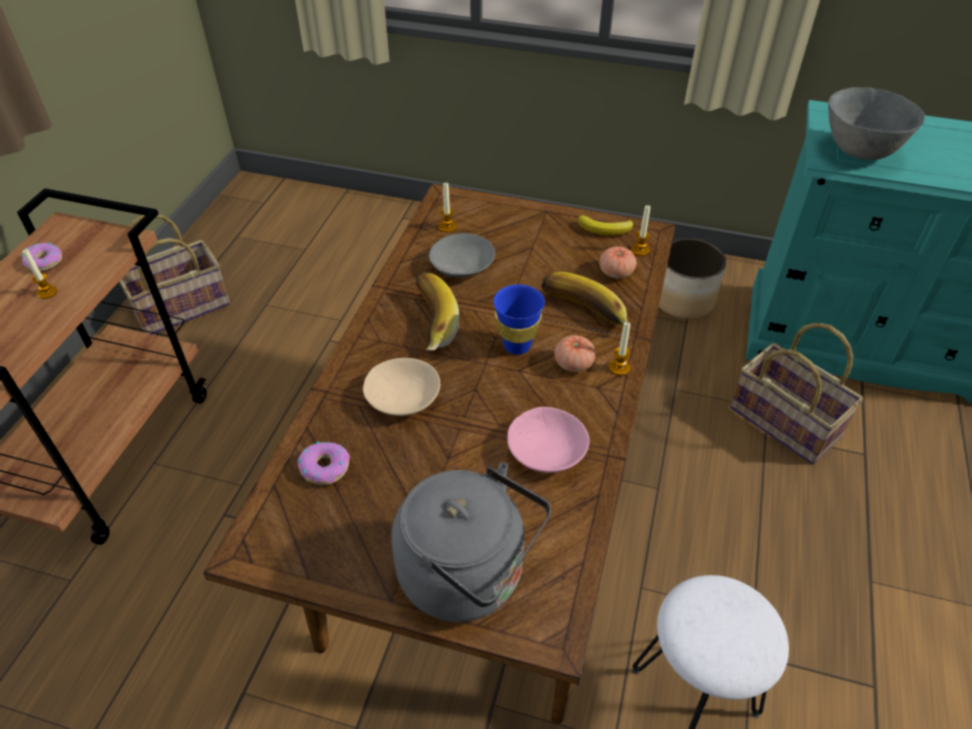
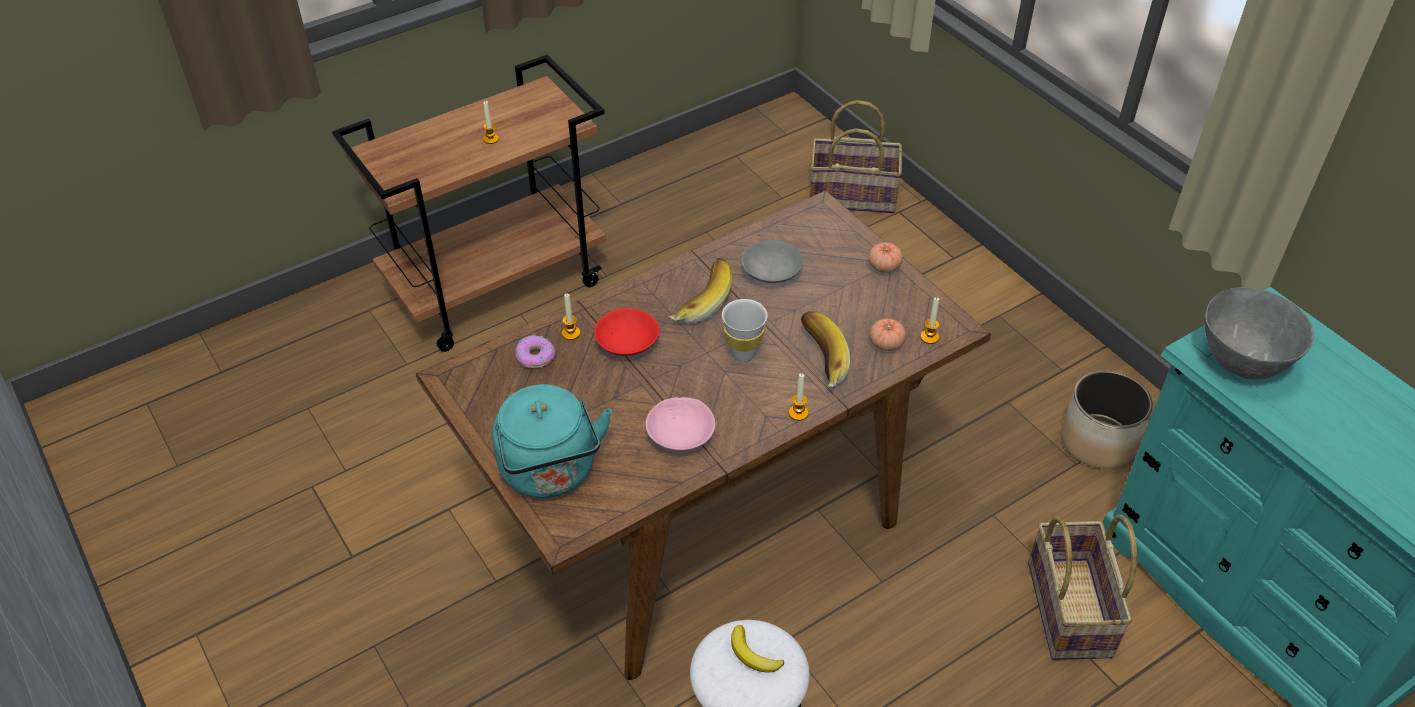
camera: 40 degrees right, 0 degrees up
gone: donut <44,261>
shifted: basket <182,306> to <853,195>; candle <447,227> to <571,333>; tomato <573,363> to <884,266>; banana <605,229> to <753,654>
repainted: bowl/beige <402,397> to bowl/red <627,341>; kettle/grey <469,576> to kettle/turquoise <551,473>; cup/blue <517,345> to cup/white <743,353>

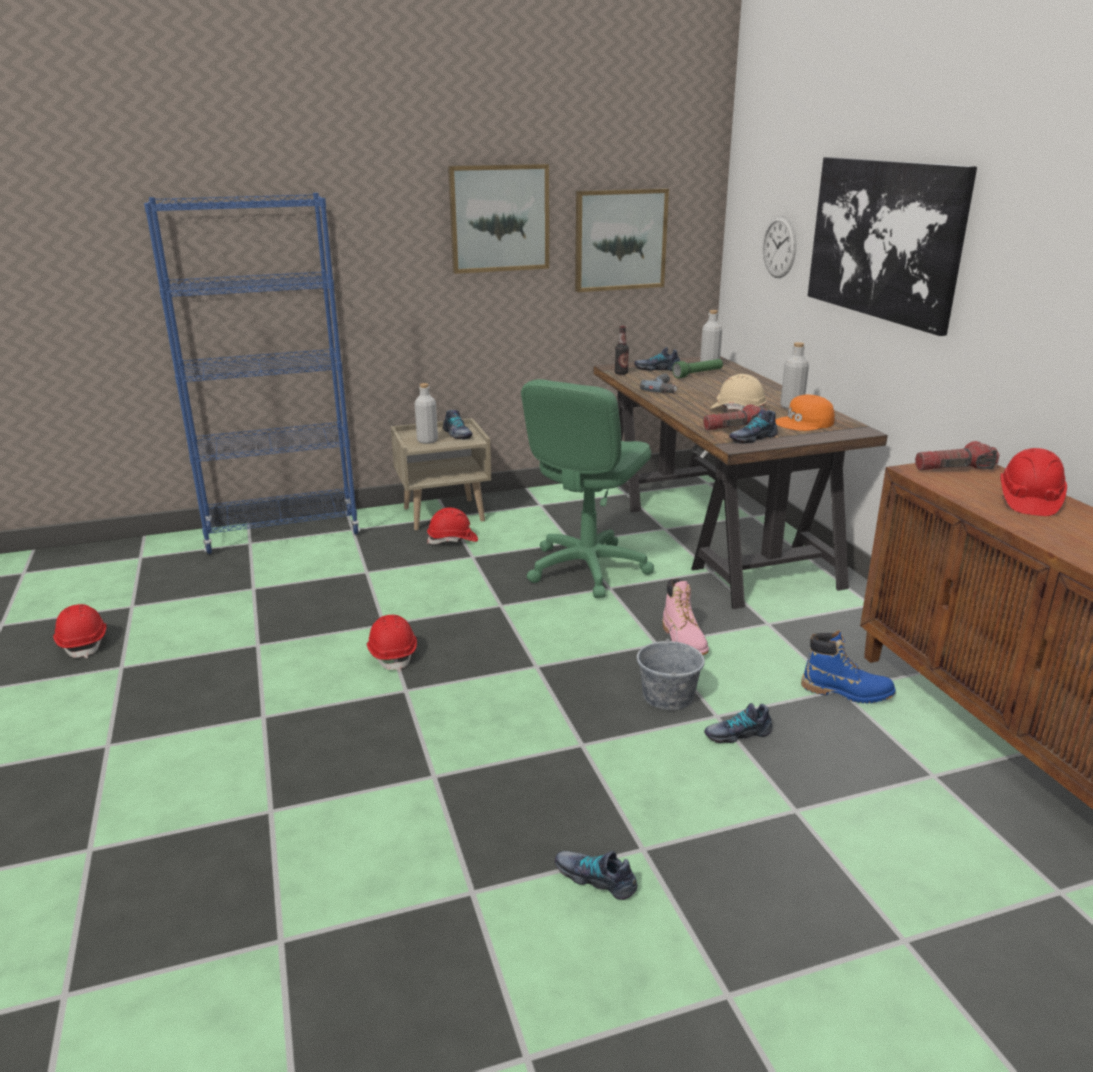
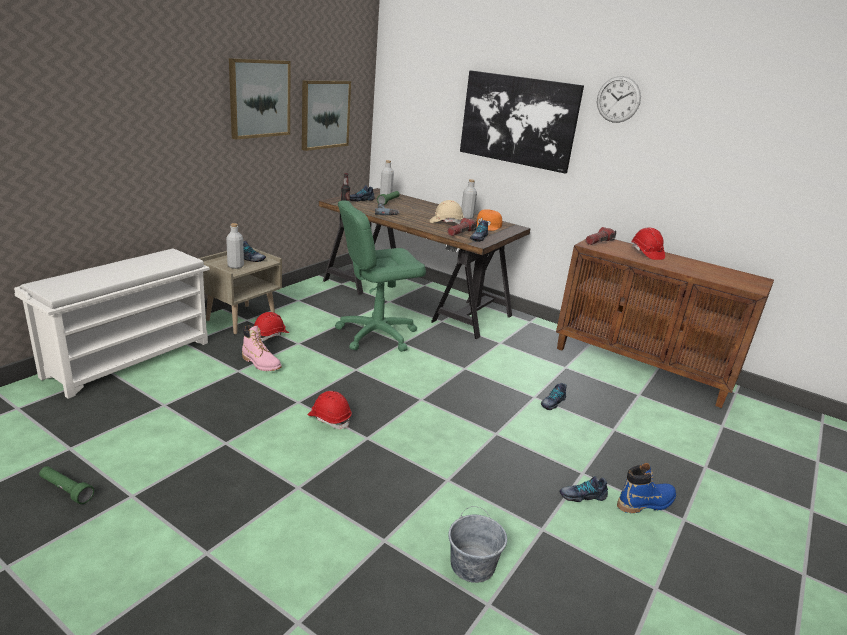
camera: 40 degrees left, 0 degrees up
shifted: bucket/grey <668,696> to <472,565>; boot/pink <684,641> to <261,363>; wall clock <779,247> to <618,99>; boot/blue <846,692> to <646,503>
swapped: hard hat/red <84,643> to flashlight/green <66,490>; bookcase/blue <283,533> to shoe rack/white <130,358>
rotated: office chair/green <587,568> = <376,334> 75 degrees clockwise

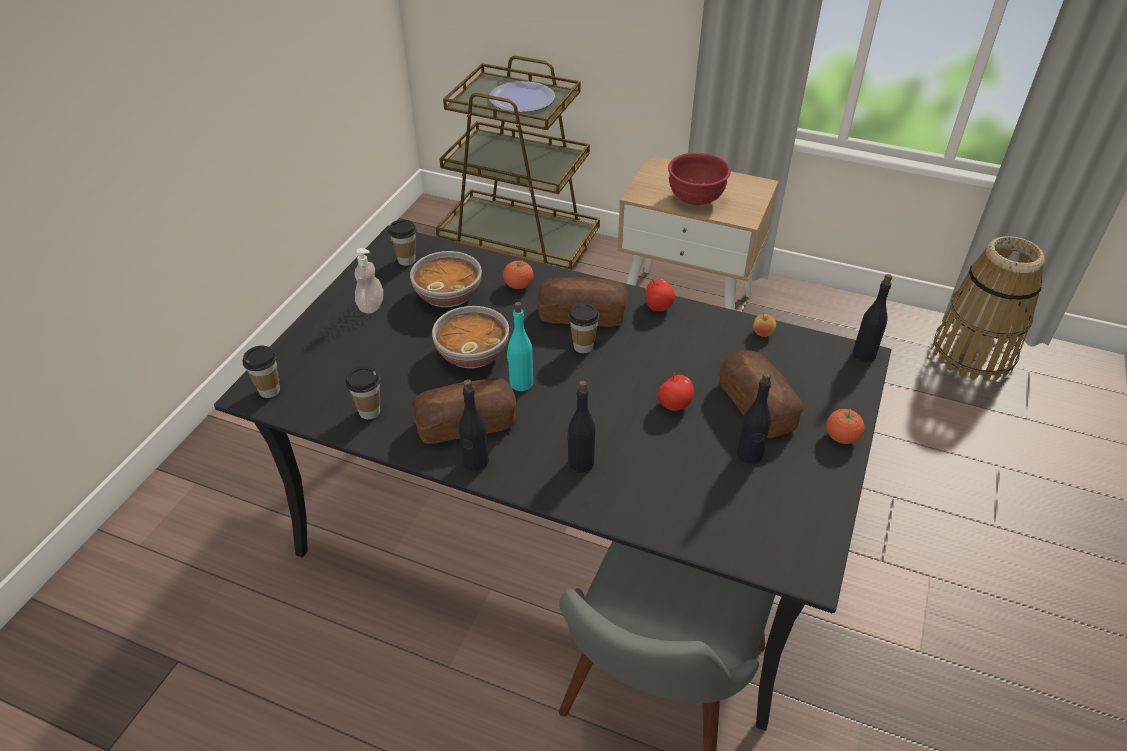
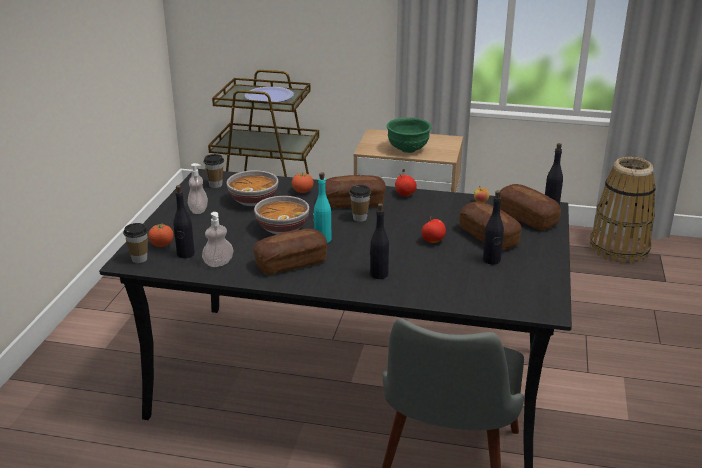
camera: 10 degrees left, 15 degrees down
new: bread <527,218>
shifted: bottle/black <475,462> to <185,254>; tomato <841,437> to <162,245>
swapped: cup <369,412> to soap dispenser <218,263>
repainted: bowl/red <695,200> to bowl/green <407,150>

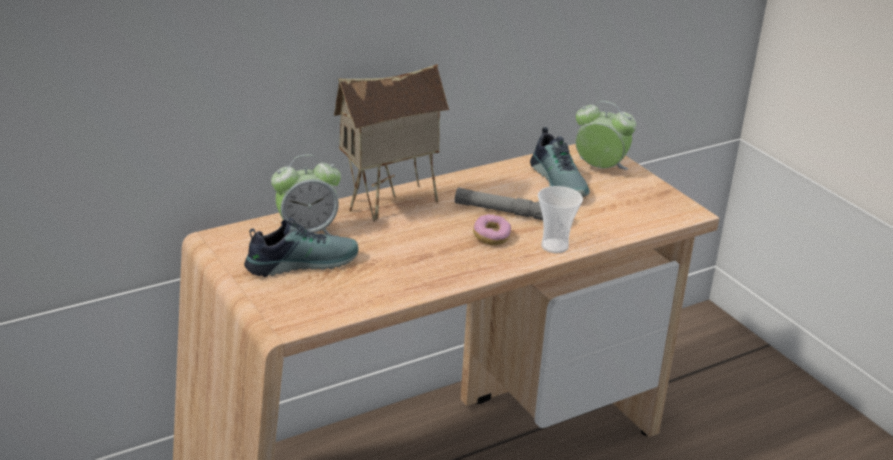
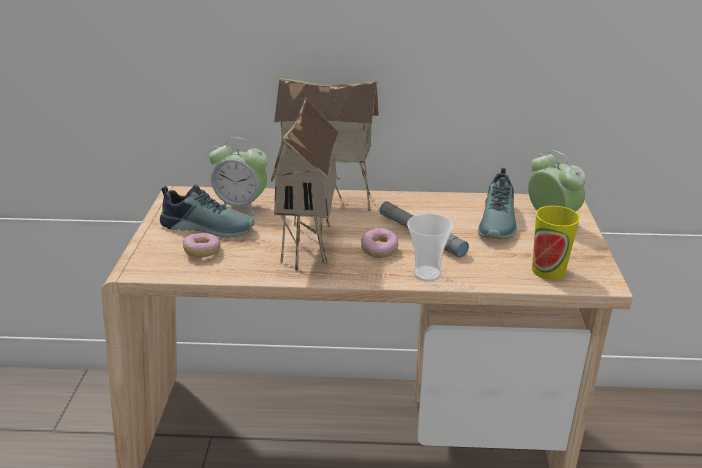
camera: 35 degrees right, 0 degrees up
new: donut <202,252>; toy house <311,248>; cup <548,270>

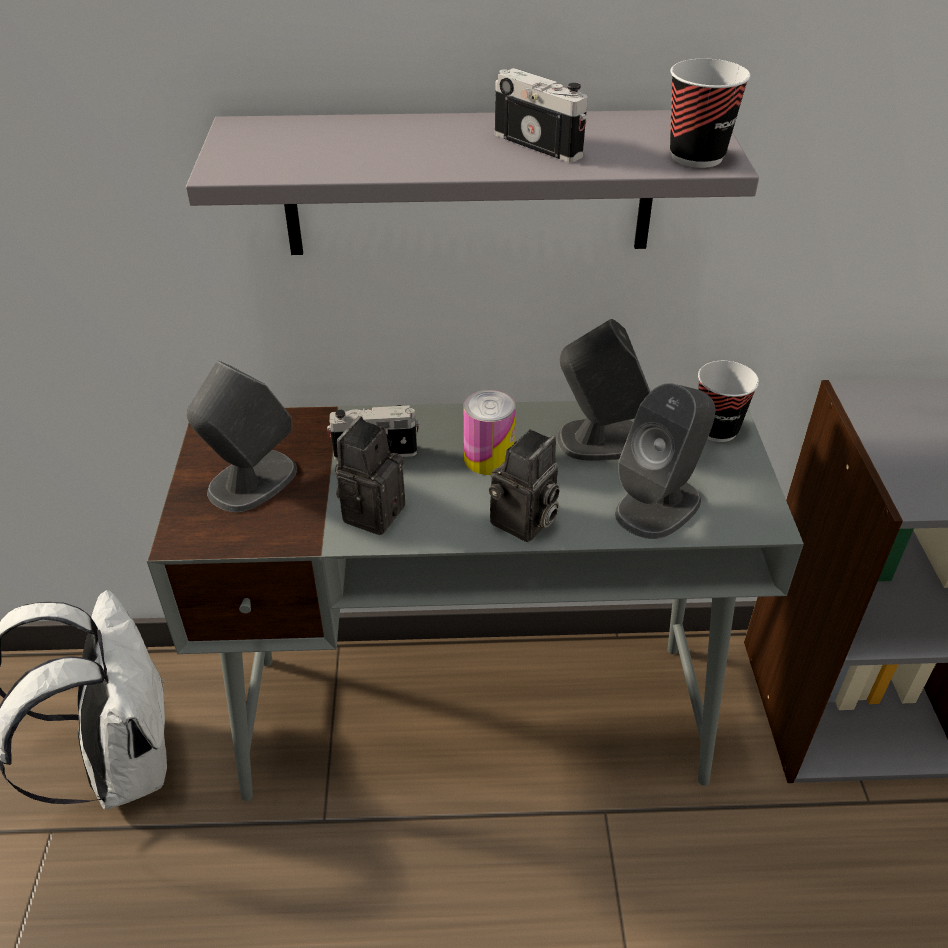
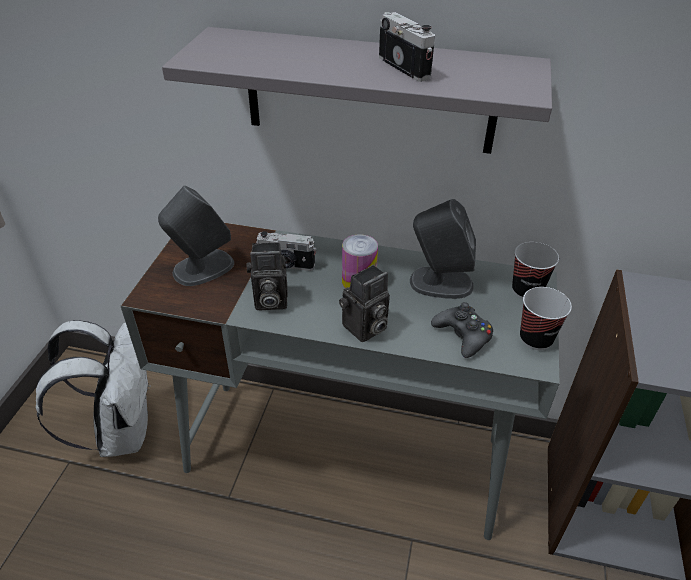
camera: 15 degrees right, 0 degrees up
shifted: cup <696,157> to <536,339>
swapped: speaker/grey <658,505> to game controller/black <463,335>
rotated: photo camera <372,511> = <269,301> 135 degrees counterclockwise

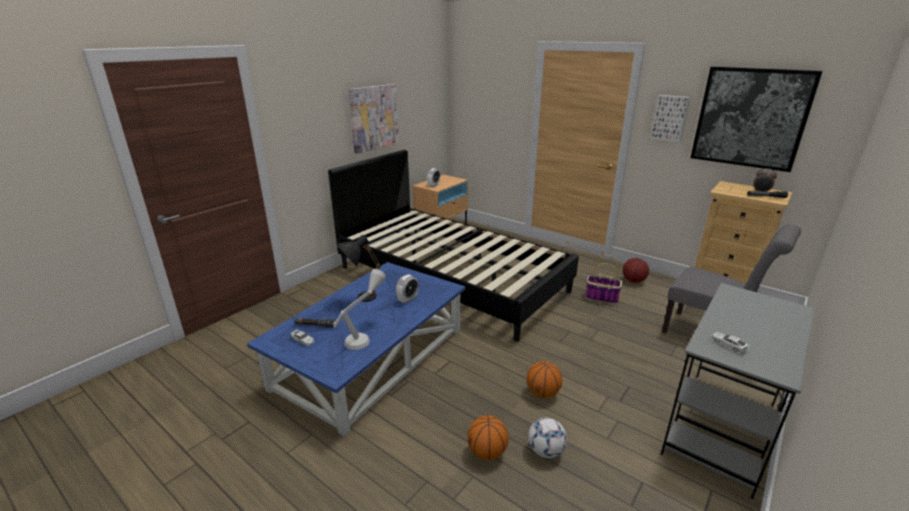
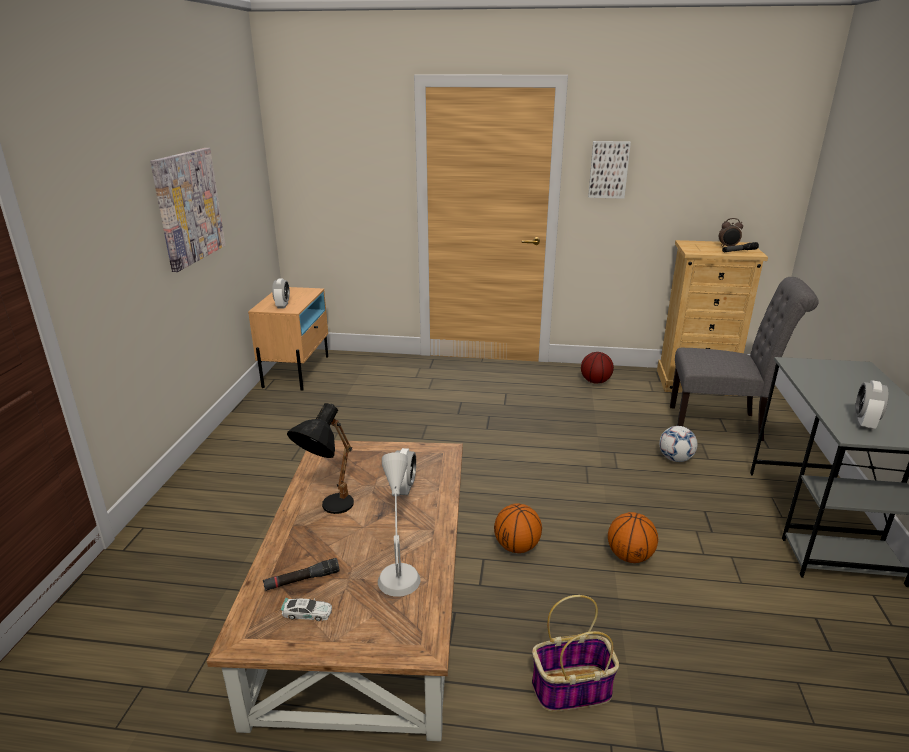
camera: 30 degrees left, 0 degrees up
gone: bed/black <450,279>; picture <750,118>
shifted: basketball <487,452> to <516,547>; football <545,451> to <675,459>; basket <601,297> to <571,690>
swapped: toy car <728,344> to alarm clock <864,423>
repainted: coffee table/blue <371,357> to coffee table/brown <367,598>

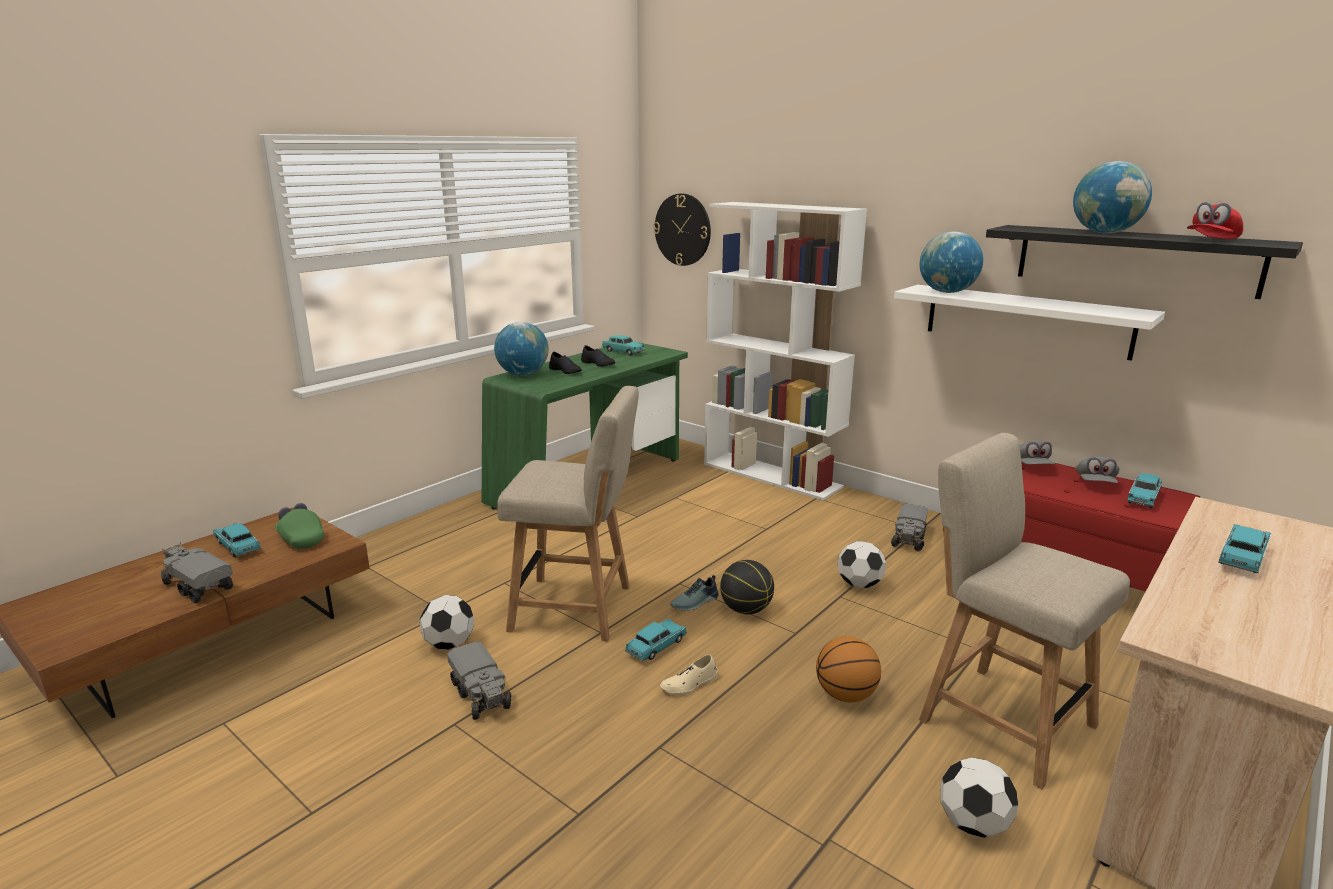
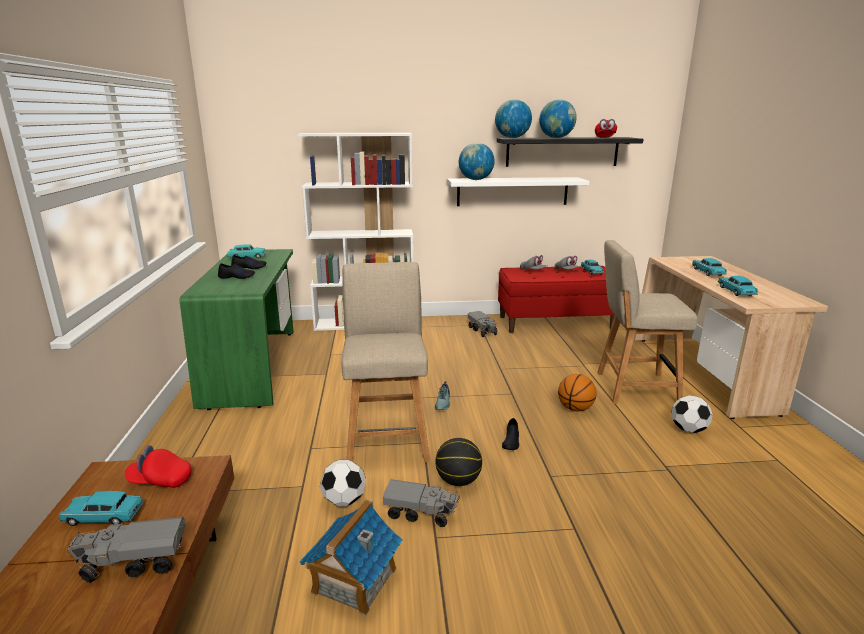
camera: 45 degrees left, 0 degrees up
gone: wall clock <682,229>; football <859,585>
new: toy house <354,581>
shifted: globe <523,374> to <512,138>; toy car/turquoise <656,647> to <736,292>; basketball <746,610> to <458,481>
repainted: cap/green <300,539> to cap/red <160,481>; shoe/beige <689,684> to shoe/black <511,441>
rotated: chair/beige <578,609> = <387,438> 60 degrees counterclockwise

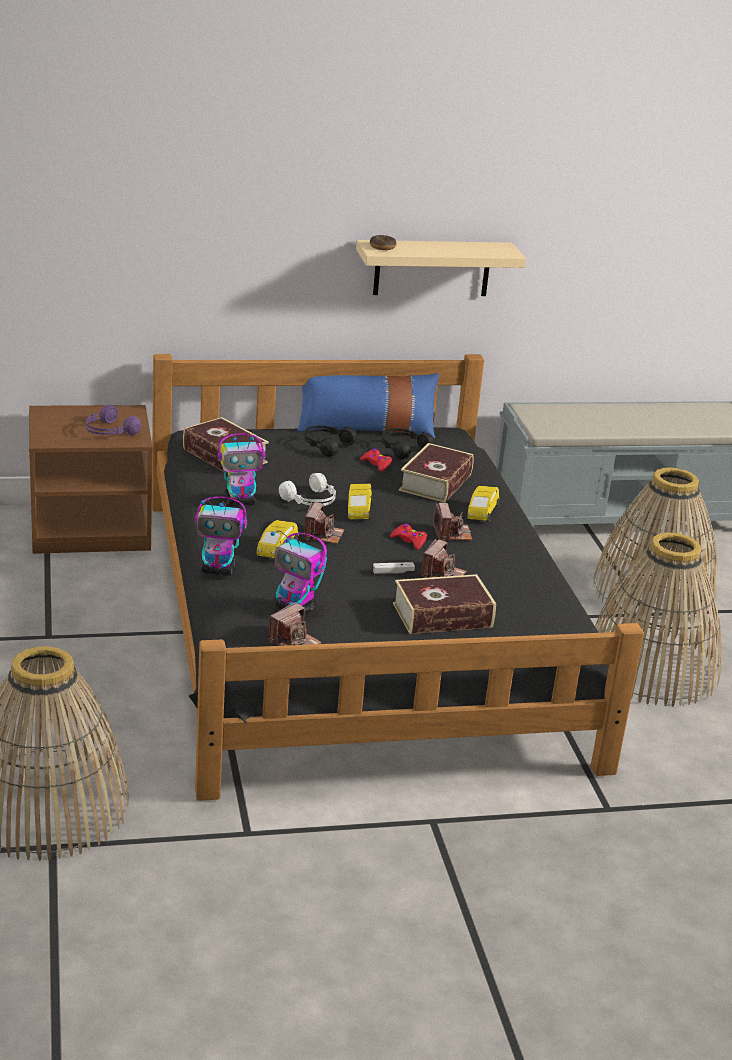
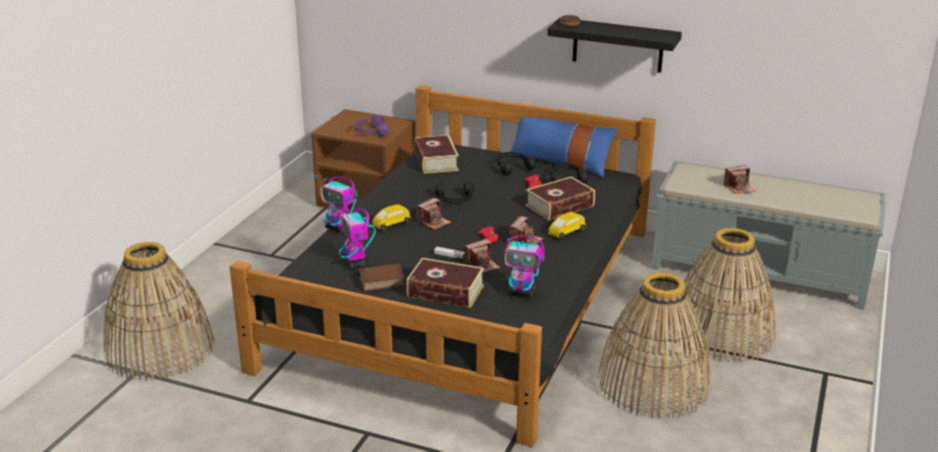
camera: 35 degrees right, 0 degrees up
gone: toy car/yellow <358,512>
new: book <381,282>
shifted: toy robot <240,501> to <522,293>; photo camera <294,642> to <739,188>
repainted: headphones/white <311,501> to headphones/black <455,200>; shelf/beige <432,268> to shelf/black <617,45>

